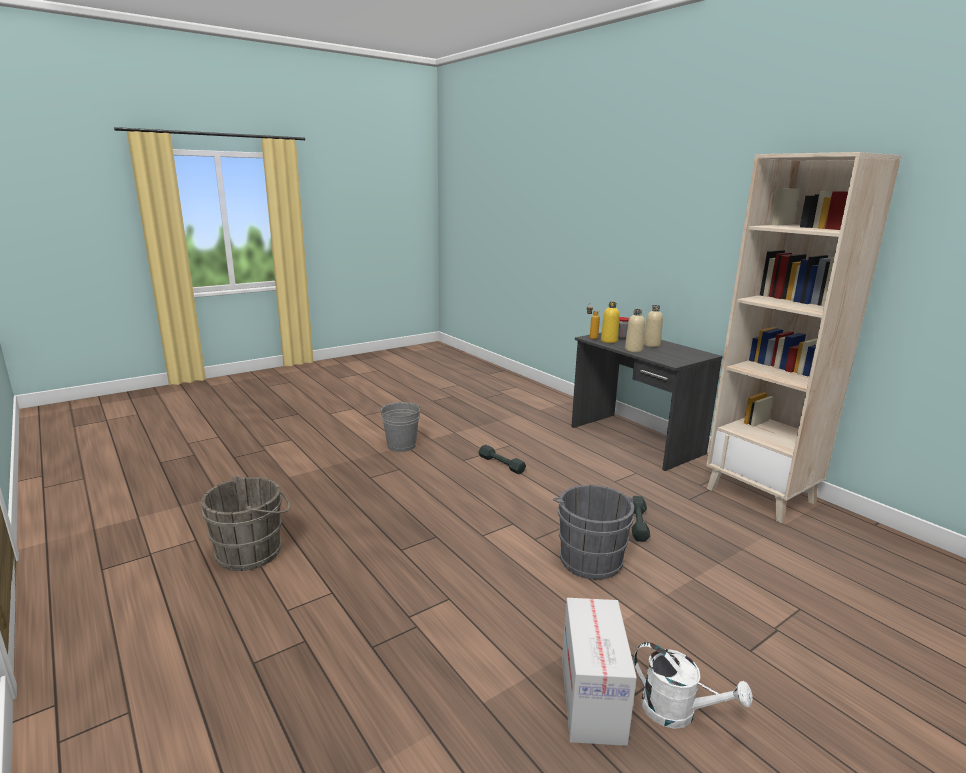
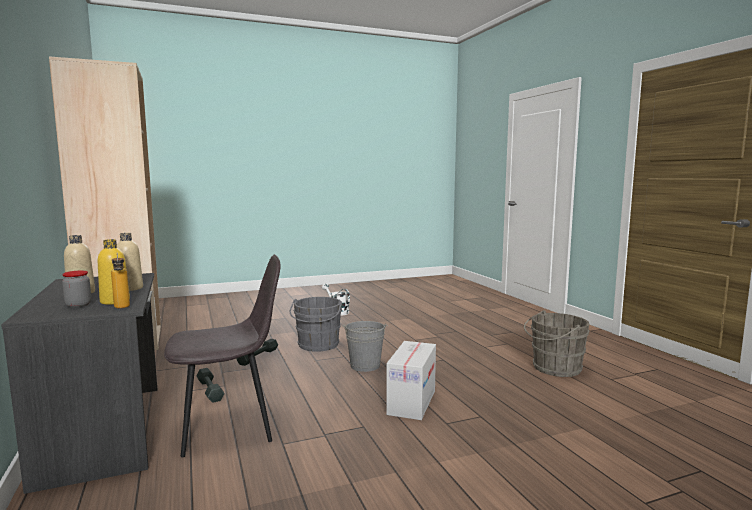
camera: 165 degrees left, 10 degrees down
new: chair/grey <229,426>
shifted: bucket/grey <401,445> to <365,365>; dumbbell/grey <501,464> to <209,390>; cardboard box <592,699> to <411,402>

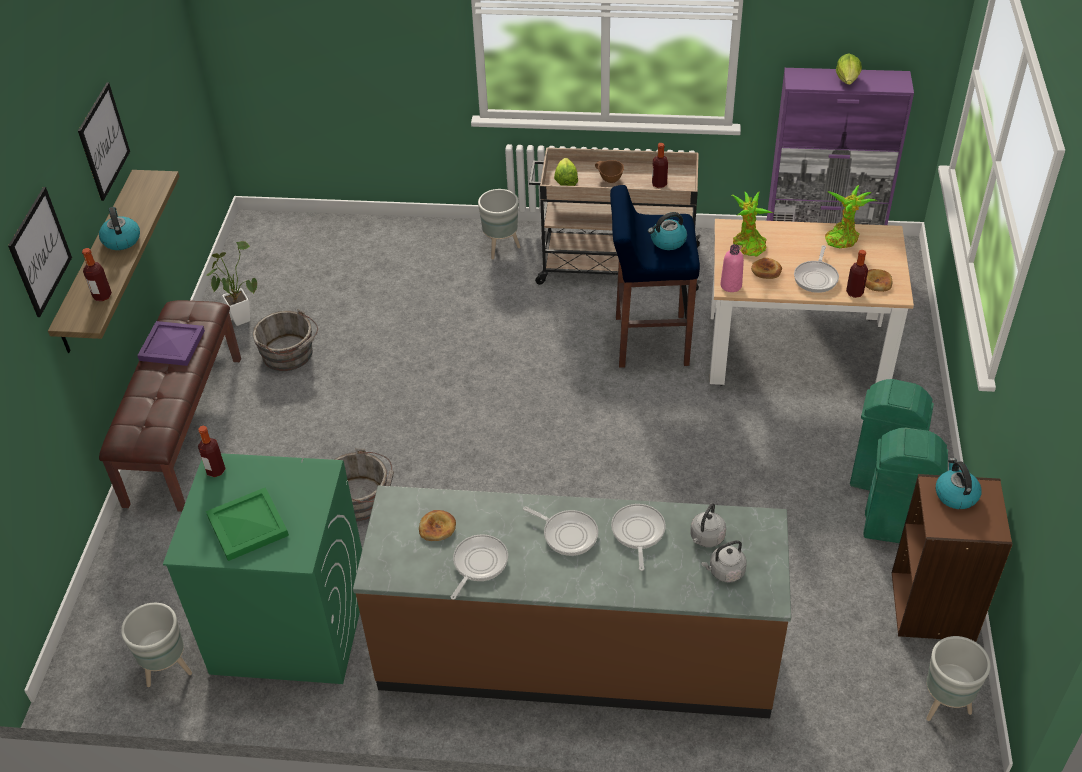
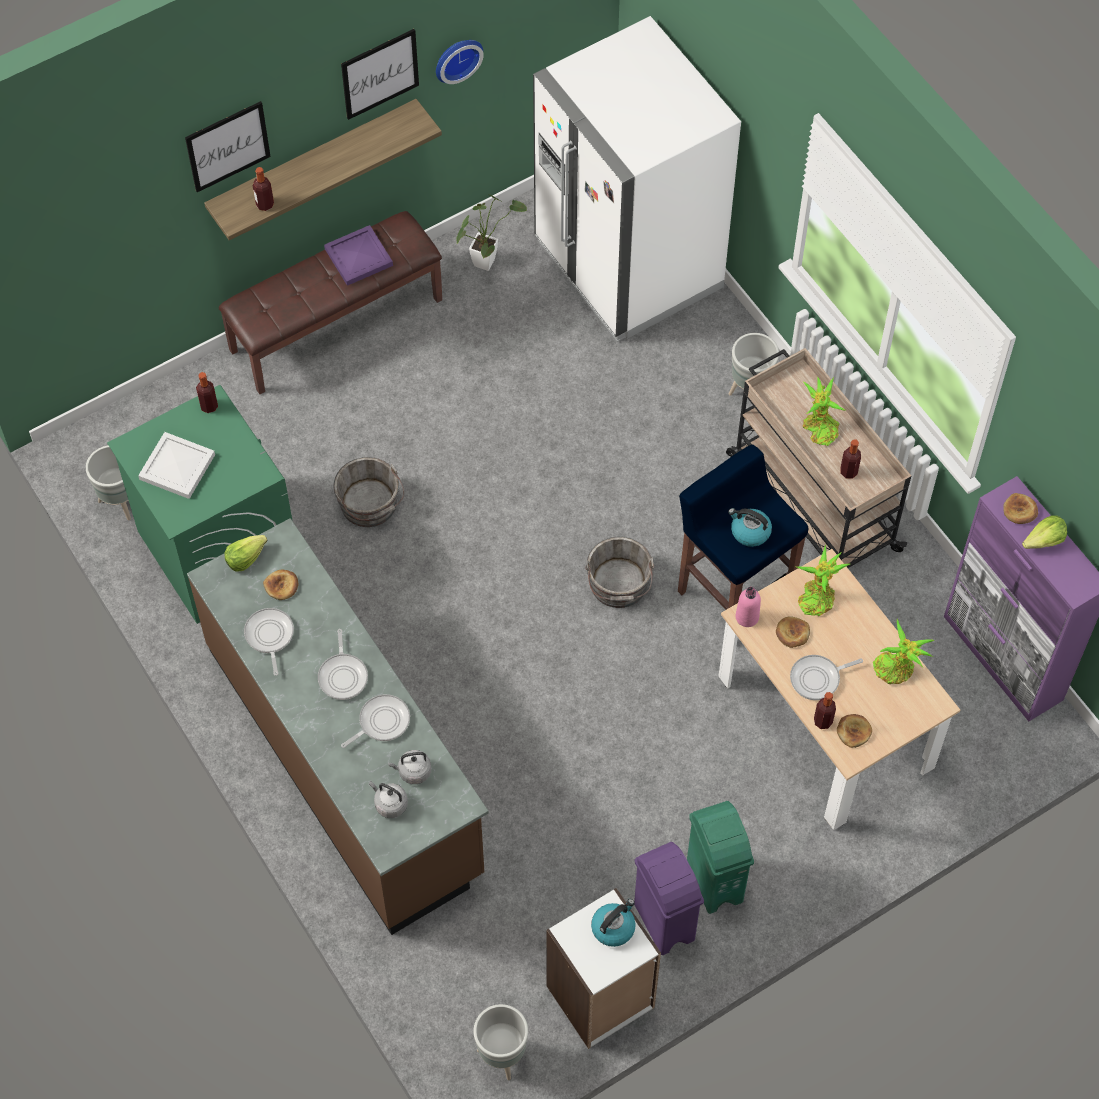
camera: 50 degrees right, 15 degrees up
gone: kettle <121,240>
new: wall clock <456,58>; fridge/white <628,265>; bread <1019,510>
shifted: bucket/grey <290,355> to <619,586>; lettuce <565,181> to <245,557>
swapped: bowl/brown <610,179> to potted plant <819,428>
repainted: tray/green <248,525> to tray/white <178,466>; trash can/green <894,529> to trash can/purple <664,923>; bookcase/brown <934,606> to bookcase/white <601,998>
rotated: frying pan <478,564> = <269,636> 90 degrees counterclockwise

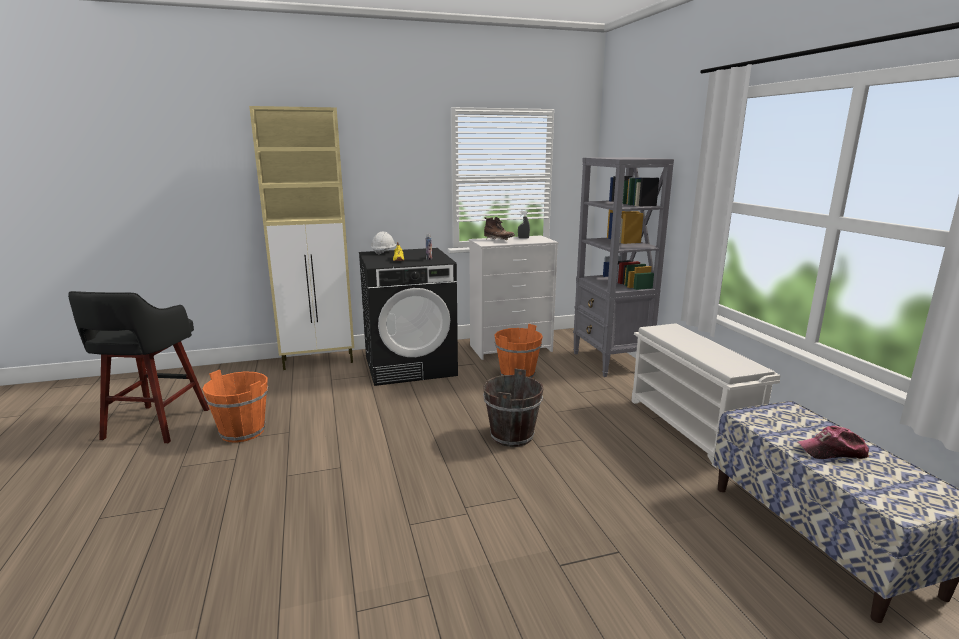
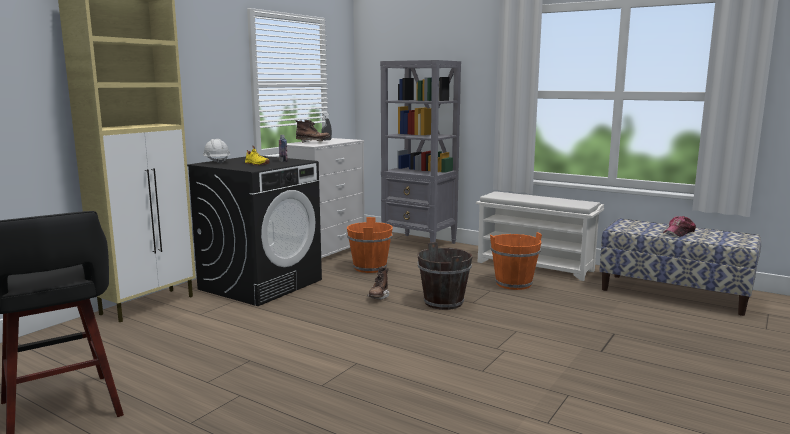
camera: 40 degrees left, 5 degrees down
new: boot/brown <378,297>
shifted: bucket/orange <243,432> to <513,284>

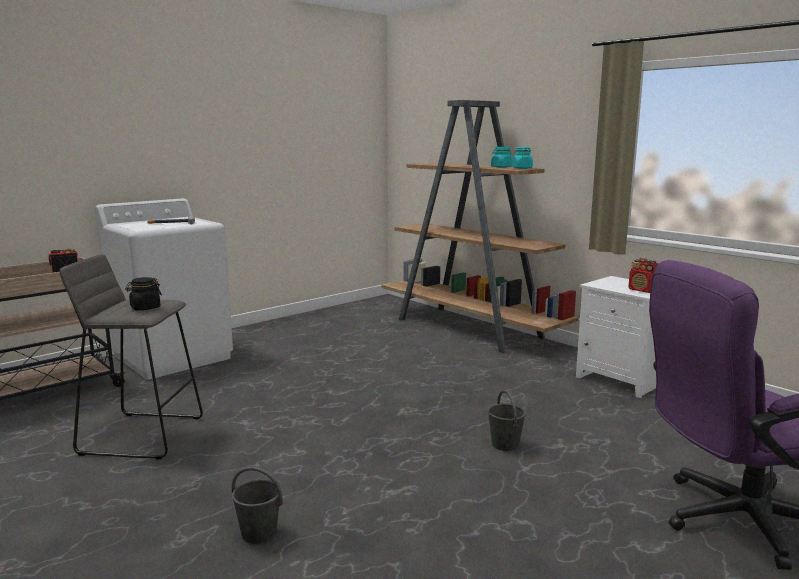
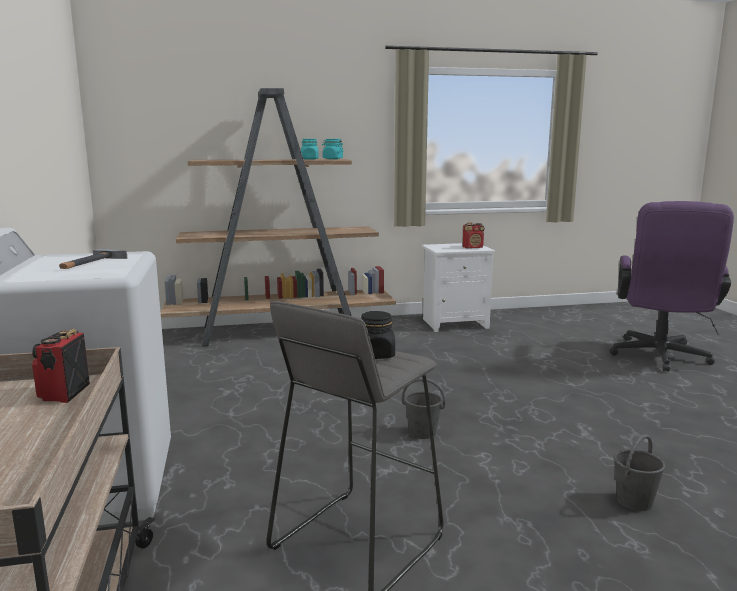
camera: 60 degrees left, 0 degrees up
shifted: bucket/grey <505,445> to <423,433>

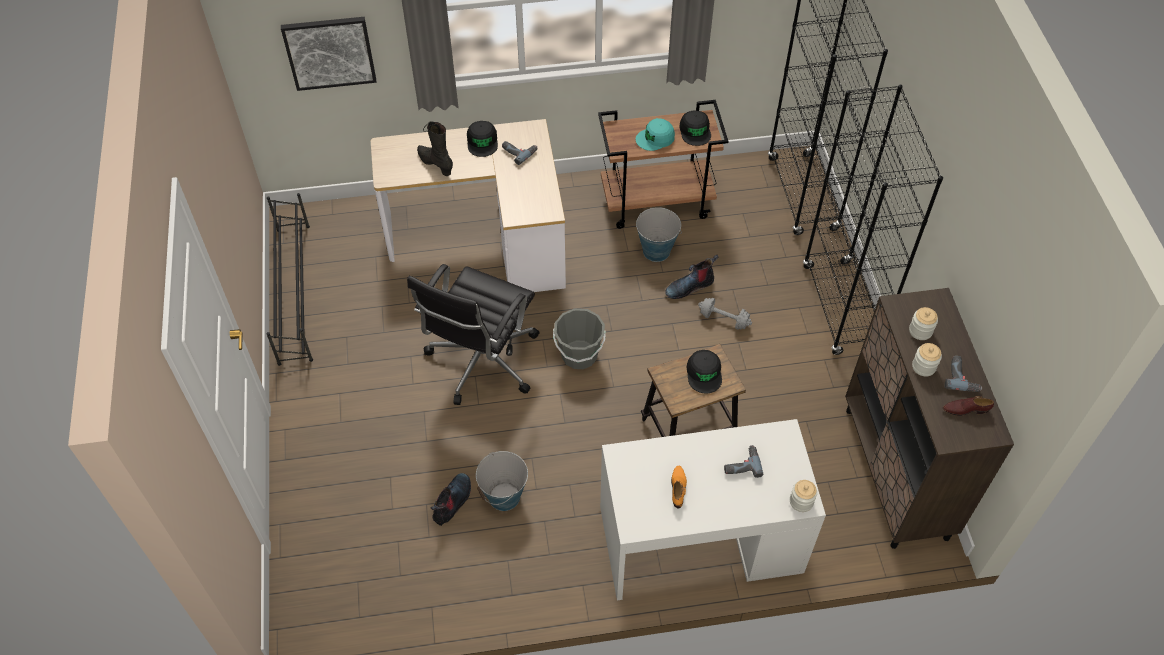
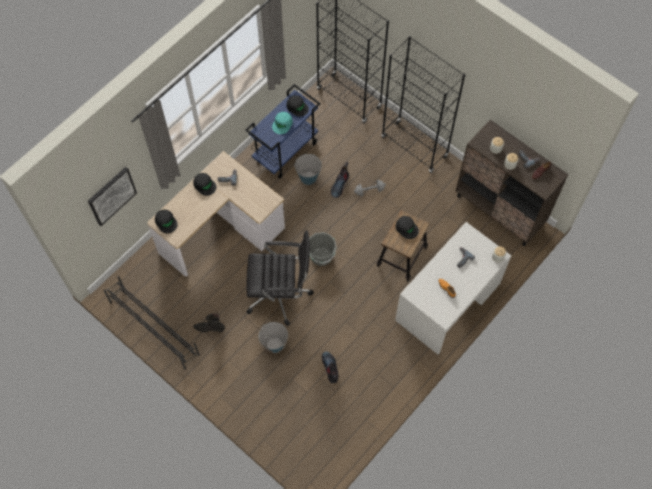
camera: 40 degrees left, 10 degrees up
new: cap/black <166,222>
shifted: boot/black <435,164> to <209,328>; bucket <504,497> to <274,344>
repainted: cart/brown <657,202> to cart/blue <285,150>
rotated: office chair/black <481,362> = <280,294> 75 degrees counterclockwise

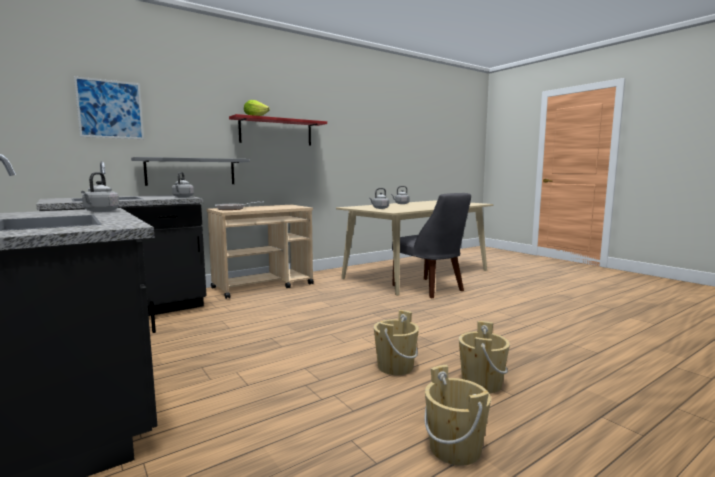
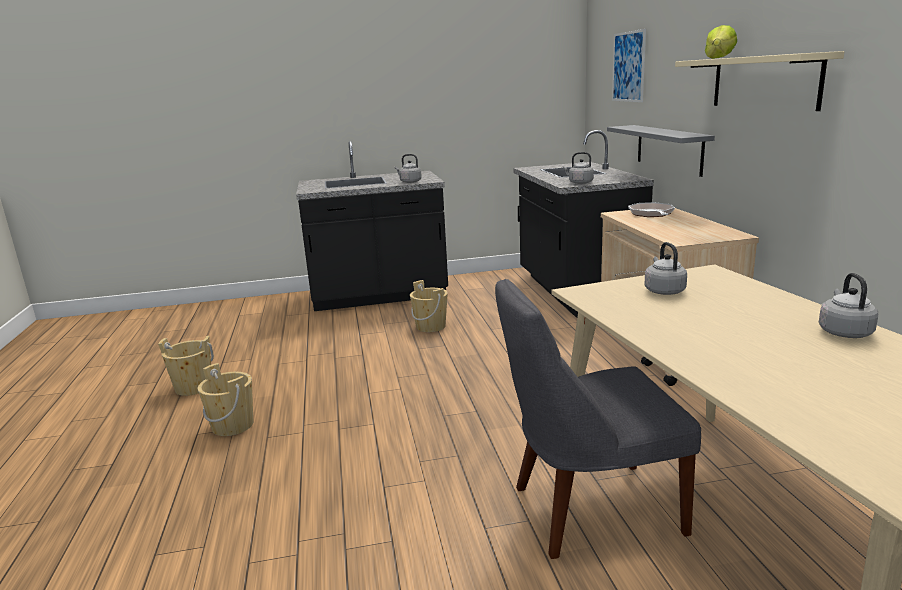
camera: 115 degrees right, 10 degrees up
shifted: bucket/beige <395,367> to <430,326>
repainted: shelf/red <276,132> to shelf/beige <764,82>

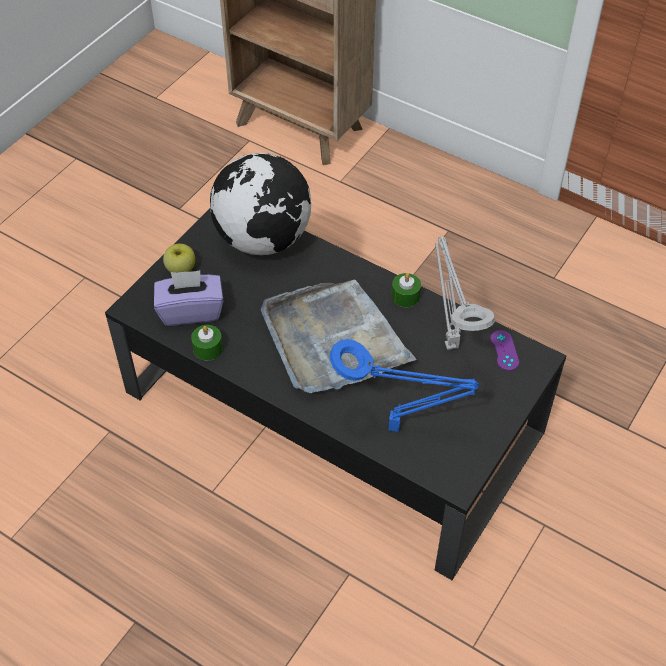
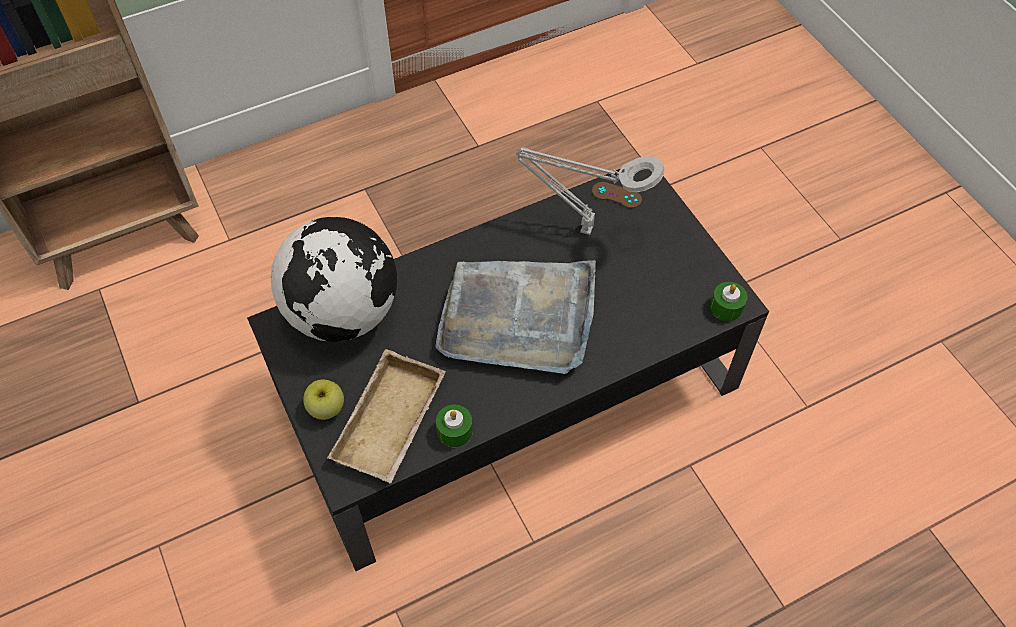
camera: 60 degrees left, 5 degrees up
gone: table lamp/blue <399,427>
shifted: candle/green <405,296> to <726,307>
swapped: tissue box/purple <191,310> to tray/beige <392,424>
repainted: game controller/purple <504,350> to game controller/brown <616,195>

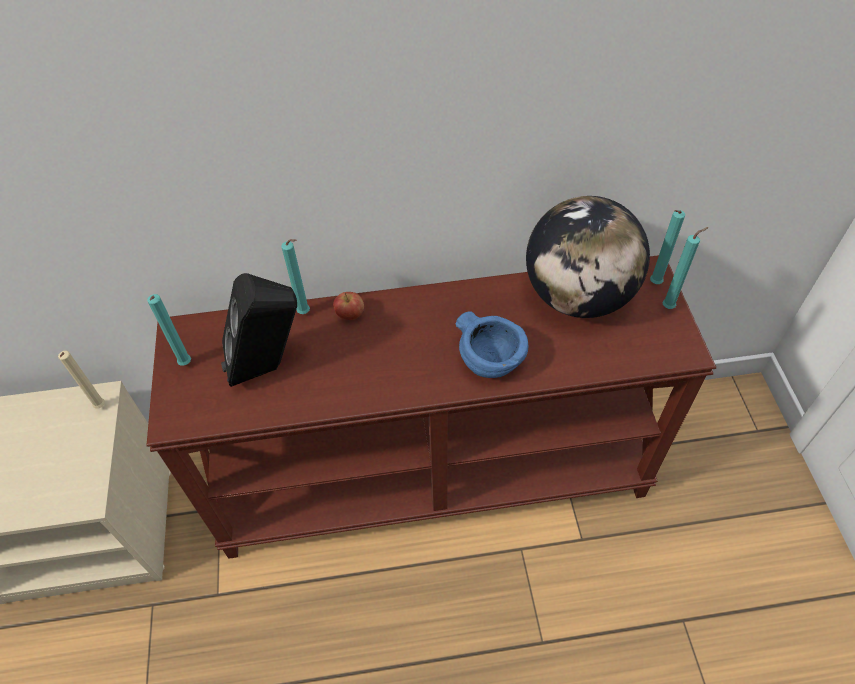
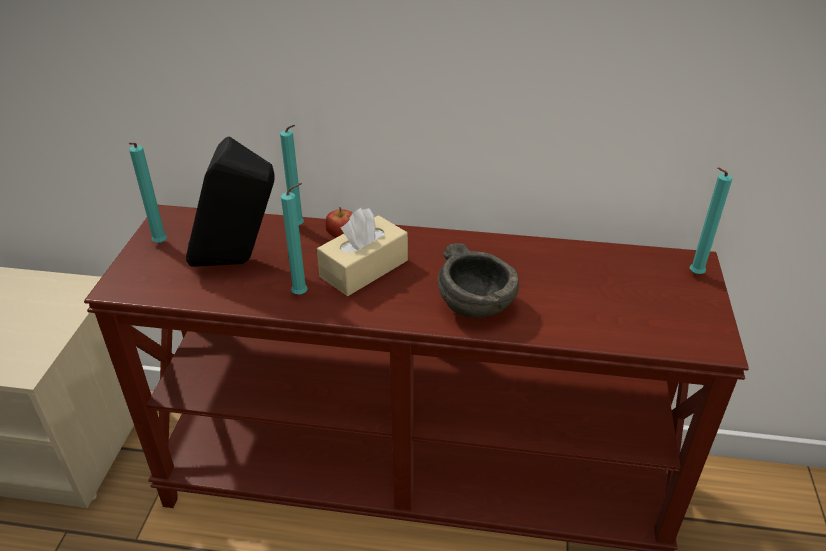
camera: 15 degrees right, 15 degrees down
gone: candle/beige <100,407>; globe <578,296>
new: tissue box/beige <364,268>
shifted: candle/turquoise <670,307> to <302,294>
repainted: bowl/blue <492,360> to bowl/grey <476,304>

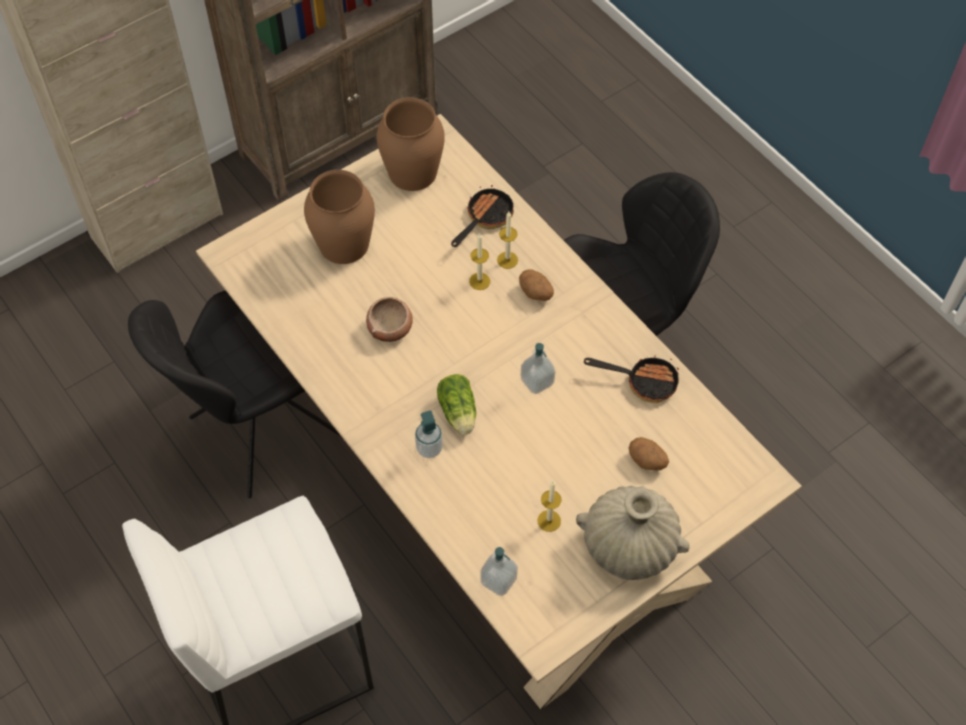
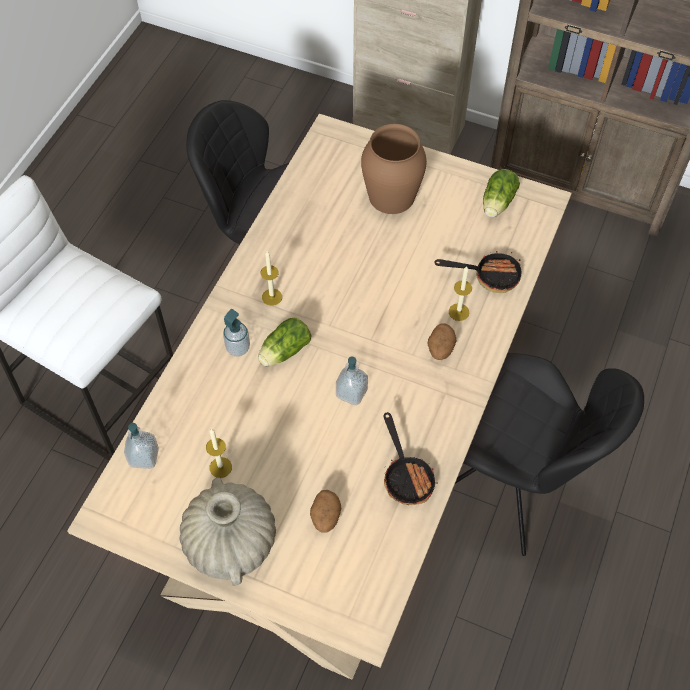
camera: 60 degrees right, 0 degrees up
gone: bowl <390,327>
shifted: candle <479,281> to <272,297>
swapped: vase/brown <413,171> to lettuce <497,204>

